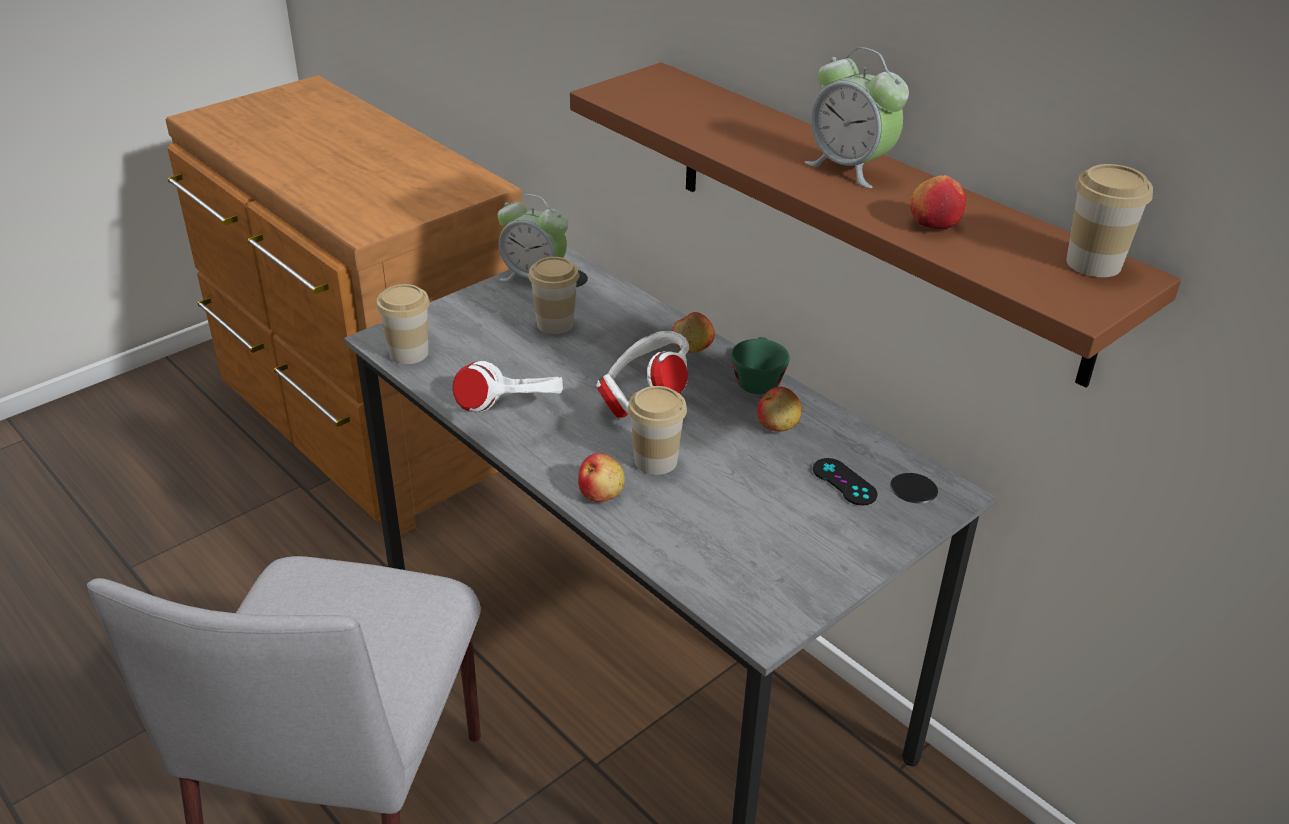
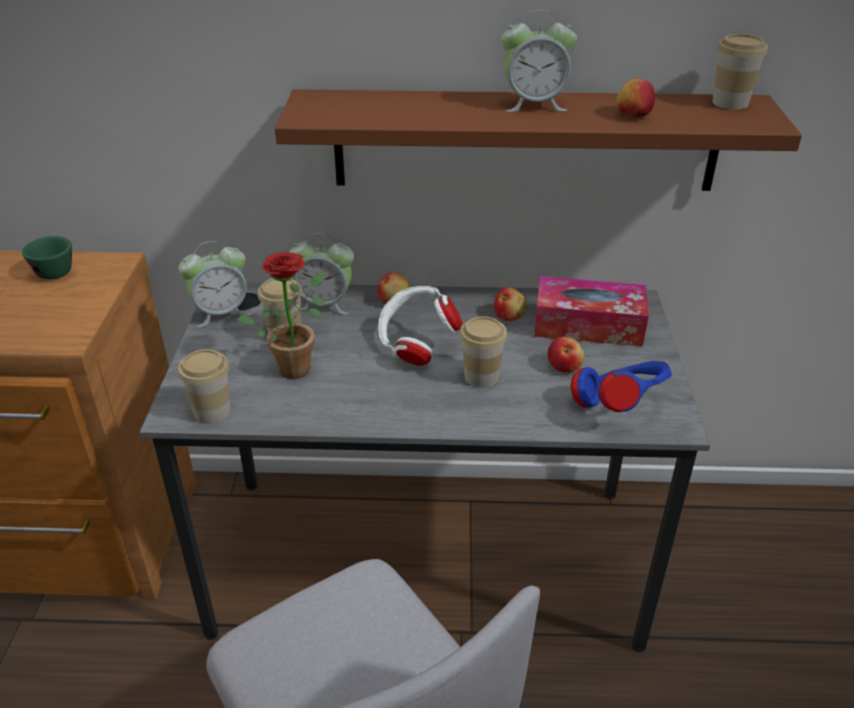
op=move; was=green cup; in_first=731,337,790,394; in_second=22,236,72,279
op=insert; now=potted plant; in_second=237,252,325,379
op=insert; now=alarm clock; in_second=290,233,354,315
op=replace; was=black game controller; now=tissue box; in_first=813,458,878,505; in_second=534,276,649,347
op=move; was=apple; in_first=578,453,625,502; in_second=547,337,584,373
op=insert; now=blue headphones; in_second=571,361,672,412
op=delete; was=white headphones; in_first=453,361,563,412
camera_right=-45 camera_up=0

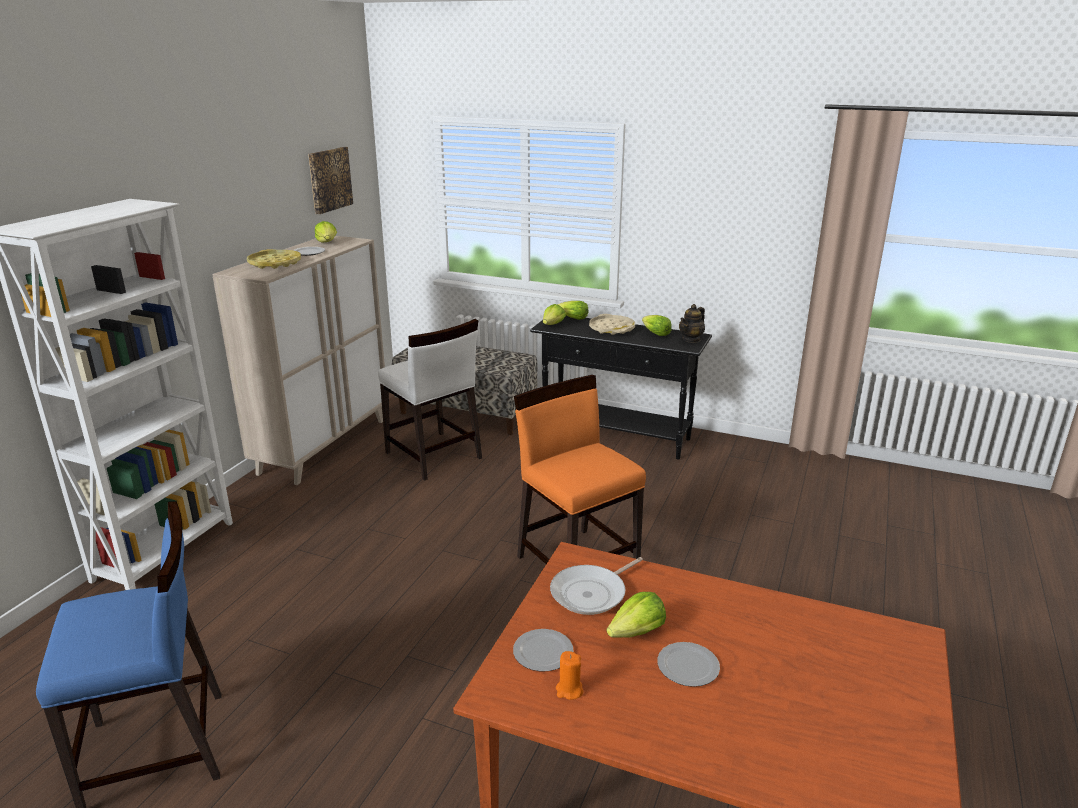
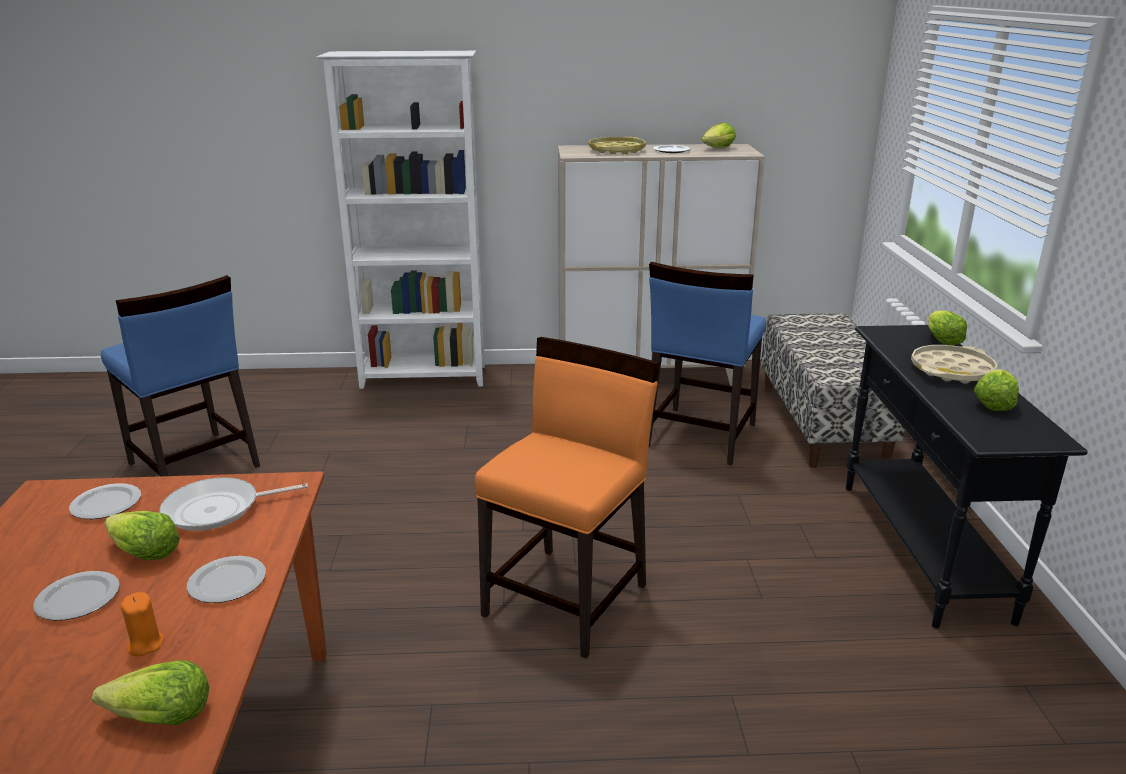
op=move; was=lettuce; in_first=543,304,566,325; in_second=92,660,209,725
op=move; was=orange candle; in_first=556,651,583,700; in_second=121,592,164,656
op=rotate; was=frying pan; in_first=550,557,643,615; in_second=160,477,308,531; clockwise=-45
op=insert; now=plate; in_second=187,556,266,603
op=recolor; was=white chair; now=blue chair; in_first=378,319,482,481; in_second=649,262,766,465
op=delete; was=picture; in_first=308,147,353,214
op=delete; was=teapot; in_first=679,304,705,343
camera_right=65 camera_up=0

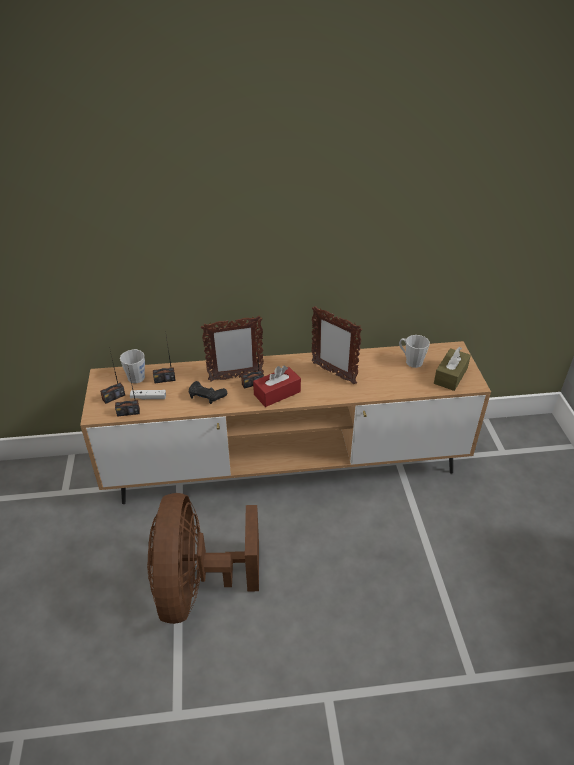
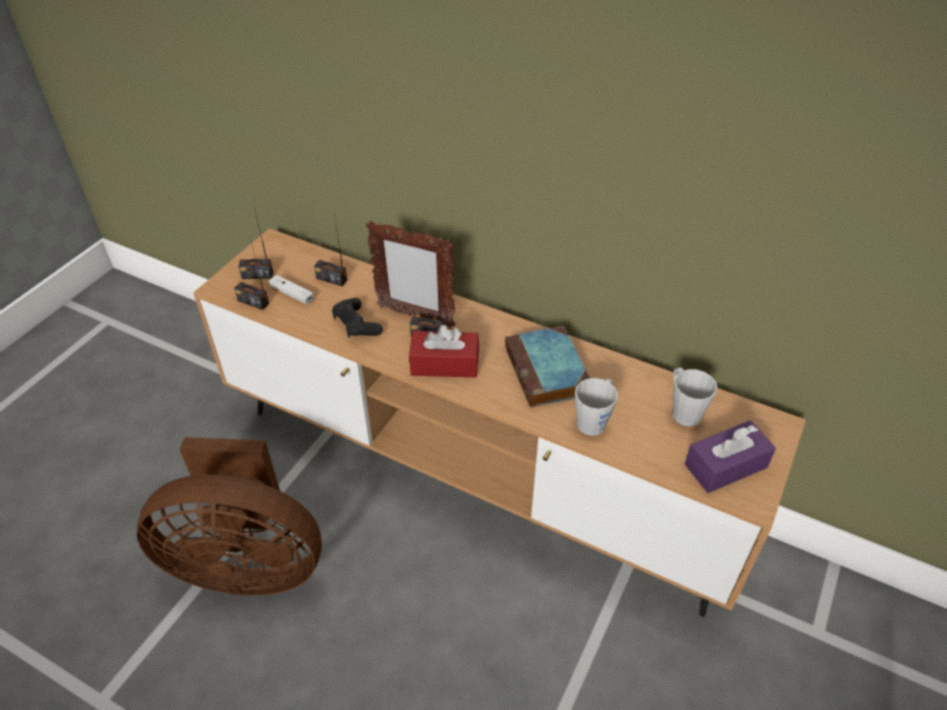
op=rotate; was=brown fan; in_first=147,493,259,624; in_second=137,437,322,596; clockwise=-120
op=replace; was=picture frame; now=book; in_first=312,306,362,385; in_second=505,326,590,407
op=move; was=grey mug; in_first=120,349,145,383; in_second=575,378,618,436
op=recolor; was=brown tissue box; now=purple tissue box; in_first=434,347,471,391; in_second=685,420,776,493
camera_right=35 camera_up=5

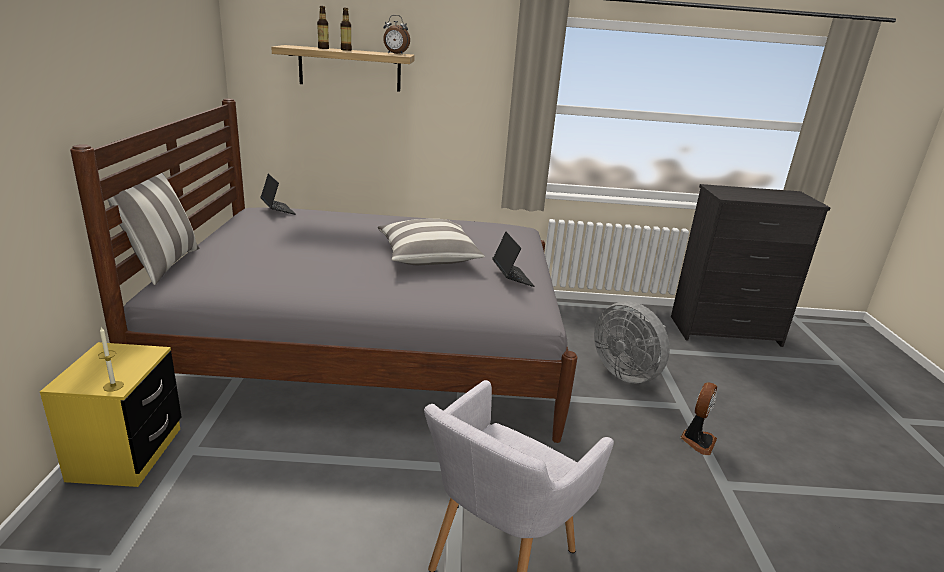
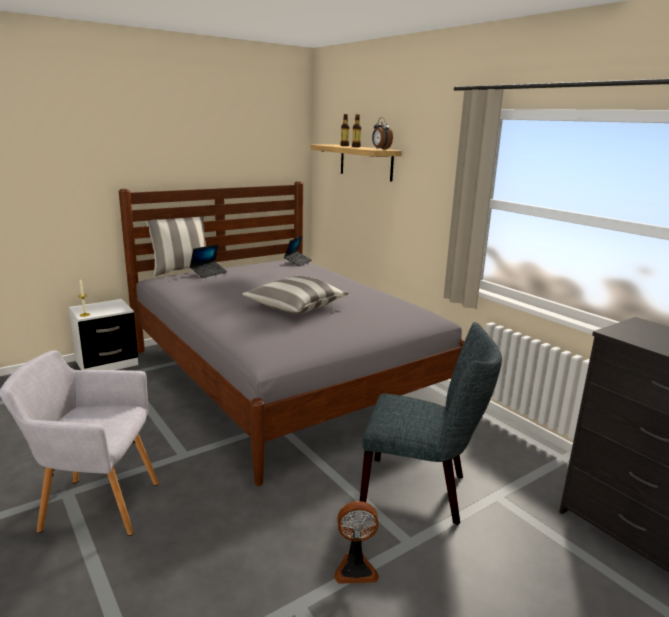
op=recolor; was=yellow nightstand; now=white nightstand; in_first=40,342,181,487; in_second=69,299,138,370
op=move; was=laptop; in_first=492,232,534,287; in_second=190,244,227,278
op=replace; was=grey fan; now=grey chair; in_first=594,301,670,383; in_second=360,322,502,525
camera_right=55 camera_up=-5

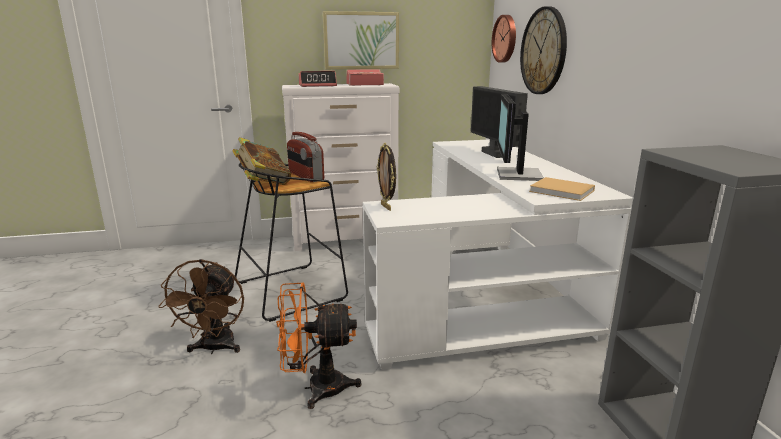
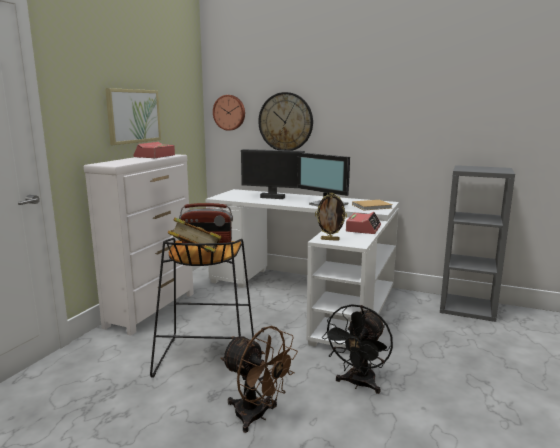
op=recolor; was=orange fan; now=black fan; in_first=276,282,361,409; in_second=322,304,393,394
op=move; was=alarm clock; in_first=299,71,337,87; in_second=346,212,381,234
camera_right=-55 camera_up=-5

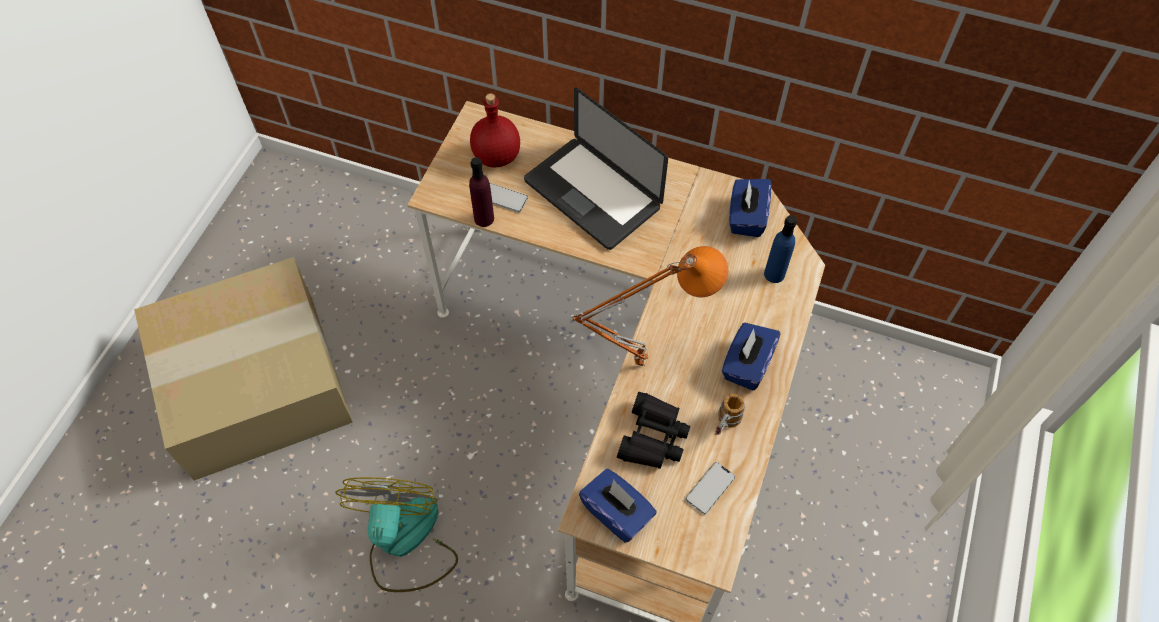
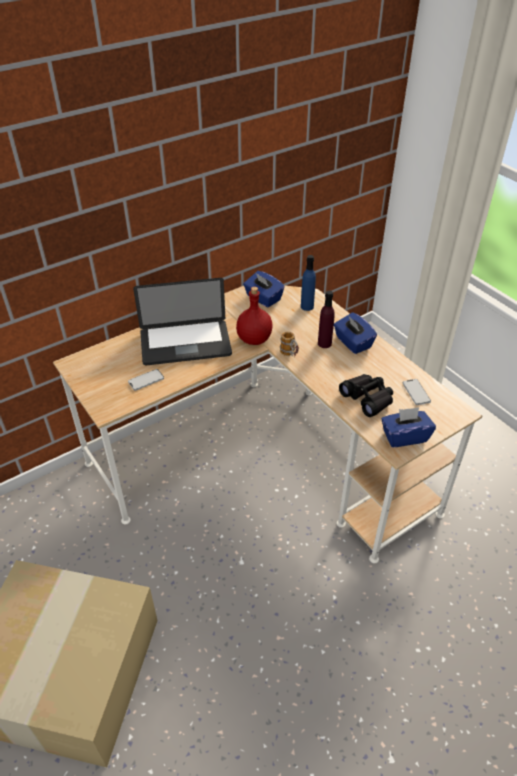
op=move; was=red bottle; in_first=470,93,520,167; in_second=236,287,272,345
op=move; was=mug; in_first=715,394,745,435; in_second=280,331,299,357
op=move; was=purple bottle; in_first=469,157,494,227; in_second=318,291,335,348
op=delete; was=fan; in_first=335,477,458,592
op=delete; was=orange table lamp; in_first=572,246,728,366
camera_right=-55 camera_up=-15

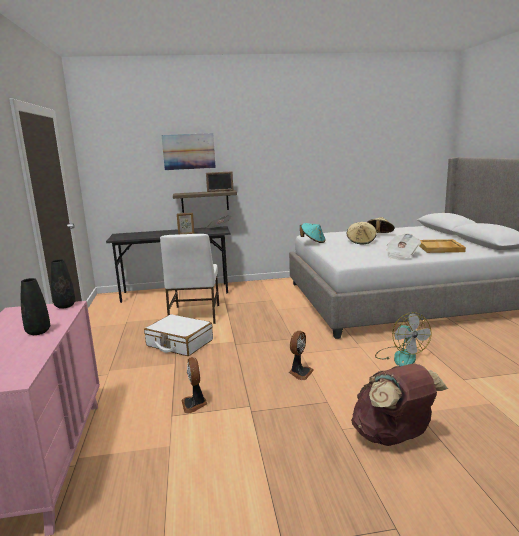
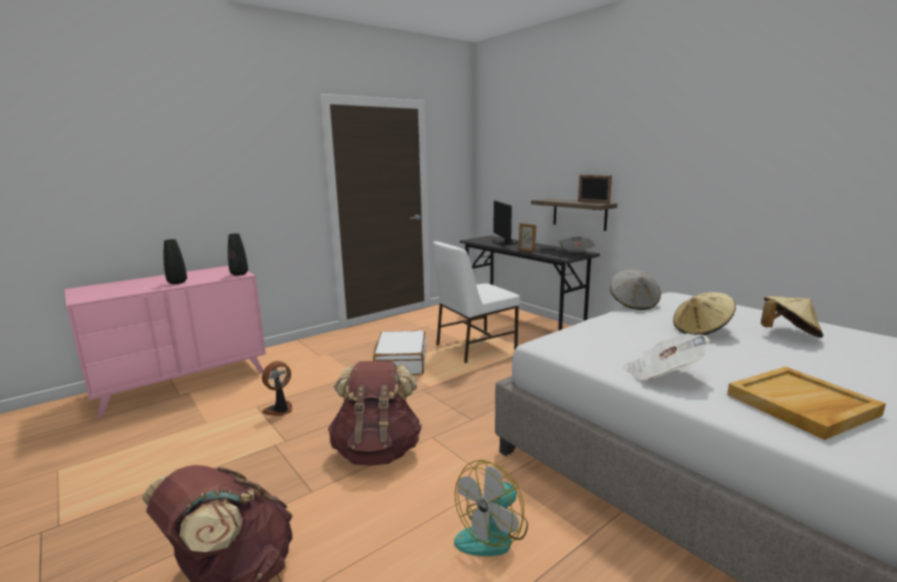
op=replace; was=fan; now=brown backpack; in_first=289,331,314,380; in_second=328,361,422,466
op=insert; now=monitor; in_second=494,200,519,245
op=recolor; was=turquoise hat; now=grey hat; in_first=300,223,325,243; in_second=610,270,661,310
op=delete; was=picture; in_first=162,133,216,170
camera_right=60 camera_up=0

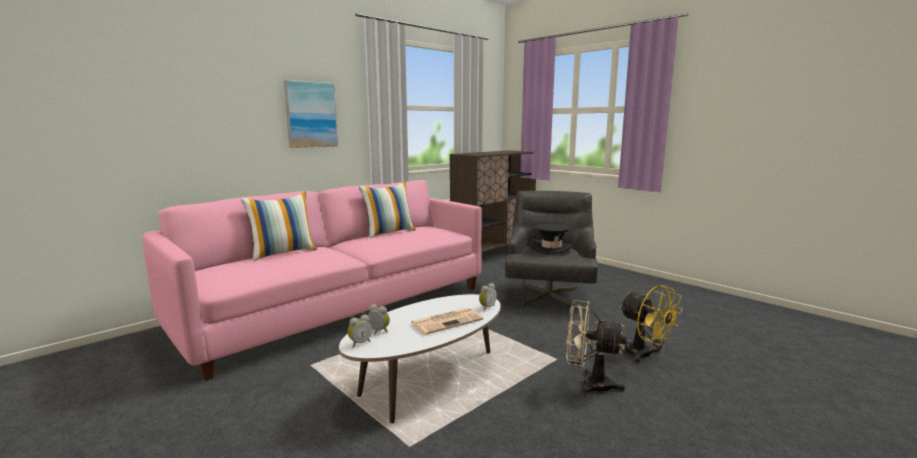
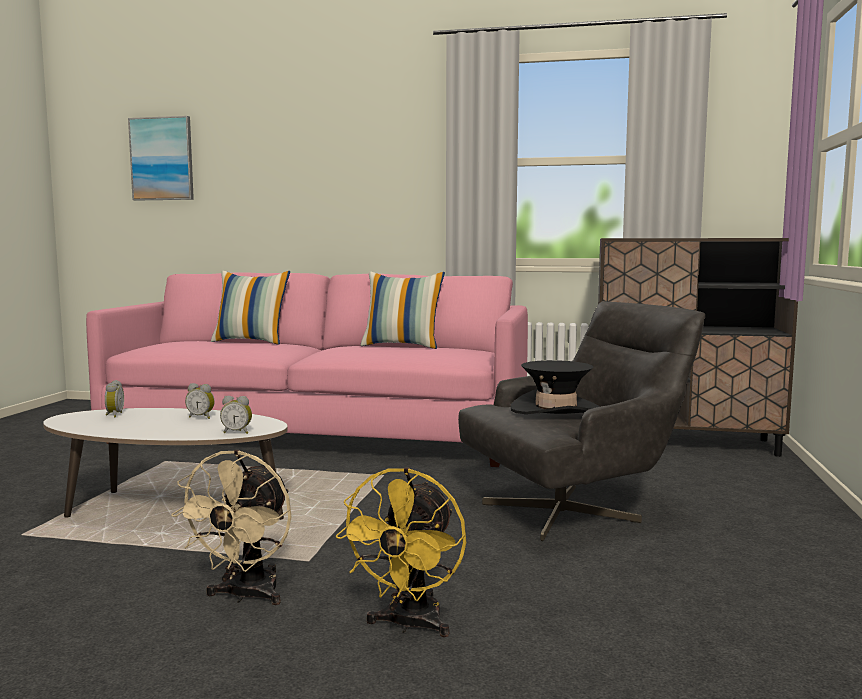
op=move; was=picture; in_first=284,80,338,148; in_second=128,116,194,200
op=rotate; was=beige fan; in_first=566,300,627,396; in_second=171,450,292,605; clockwise=-150
op=move; was=alarm clock; in_first=348,315,372,348; in_second=185,383,215,419
op=delete; was=newspaper; in_first=411,308,483,335
camera_right=55 camera_up=-5

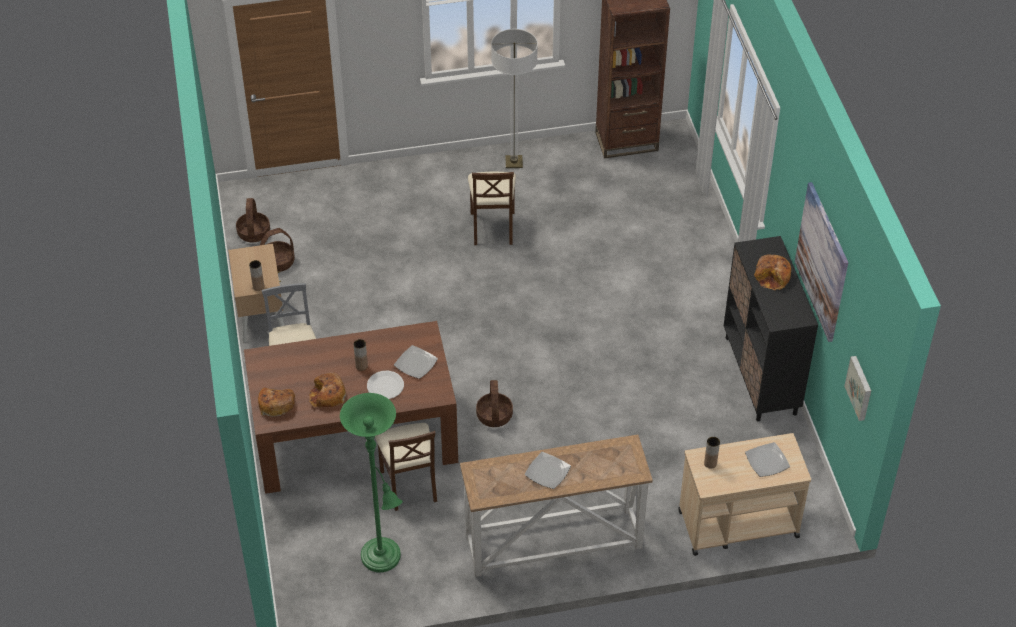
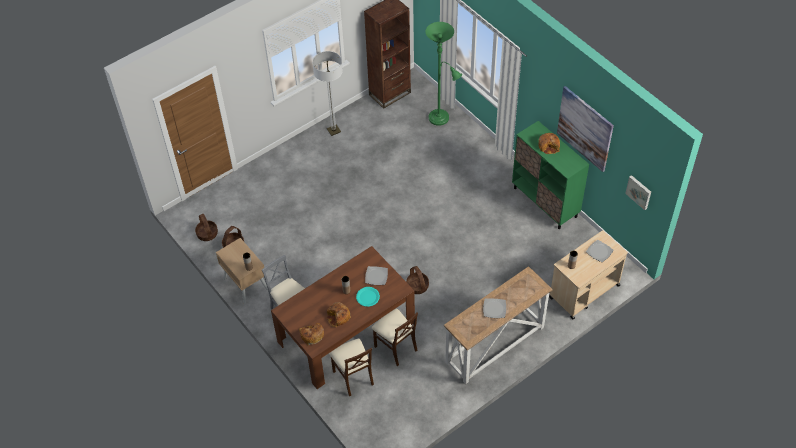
op=move; was=beige chair; in_first=468,172,516,245; in_second=329,339,374,396
op=recolor; was=white plate; now=turquoise plate; in_first=367,371,404,399; in_second=356,287,380,307
op=move; was=green floor lamp; in_first=340,393,403,572; in_second=425,22,462,126
op=recolor; was=black cabinet; now=green cabinet; in_first=724,236,818,421; in_second=512,121,589,229
camera_right=-25 camera_up=5

